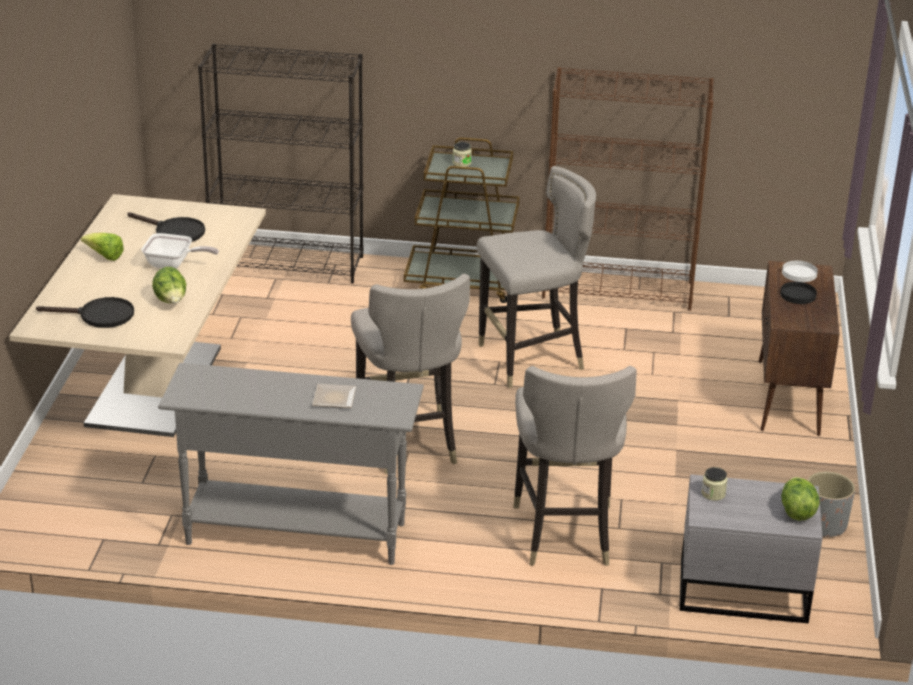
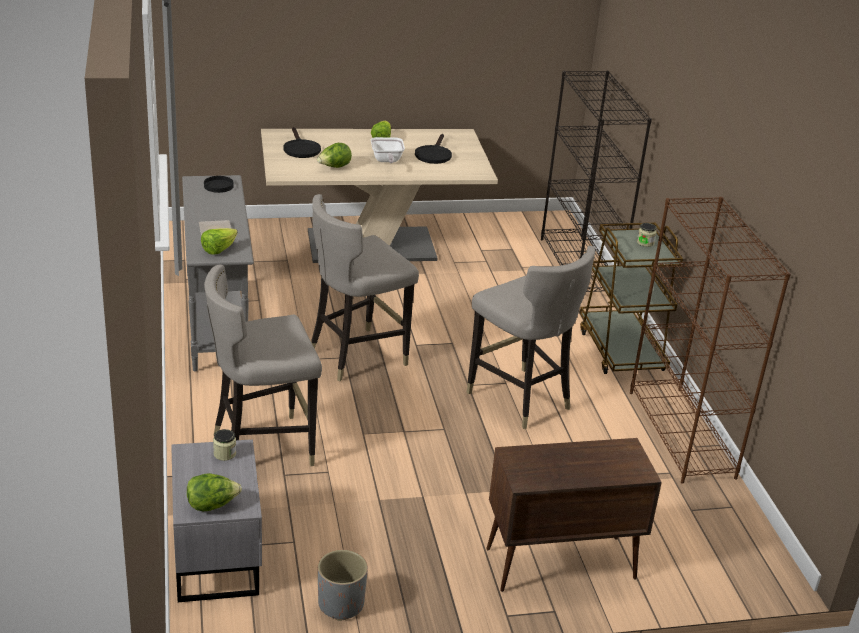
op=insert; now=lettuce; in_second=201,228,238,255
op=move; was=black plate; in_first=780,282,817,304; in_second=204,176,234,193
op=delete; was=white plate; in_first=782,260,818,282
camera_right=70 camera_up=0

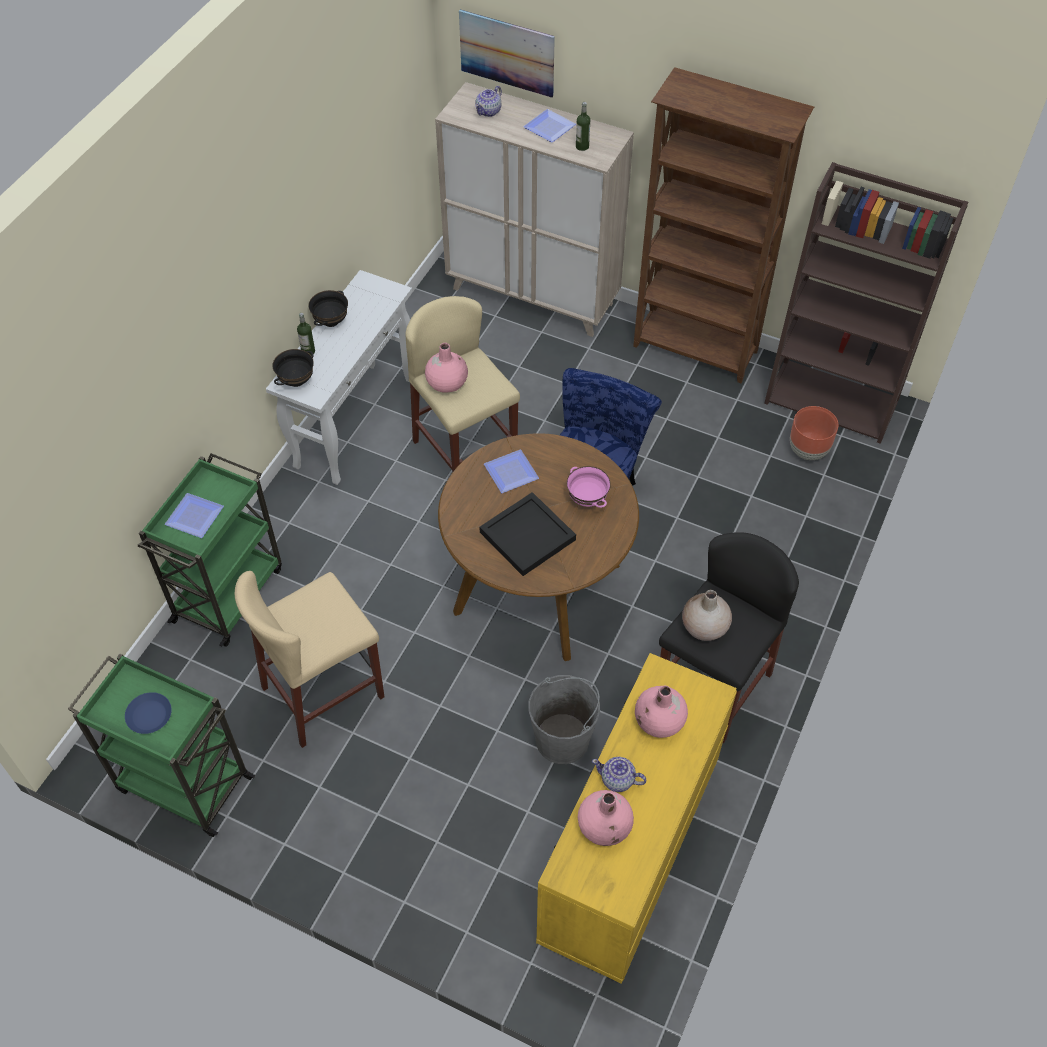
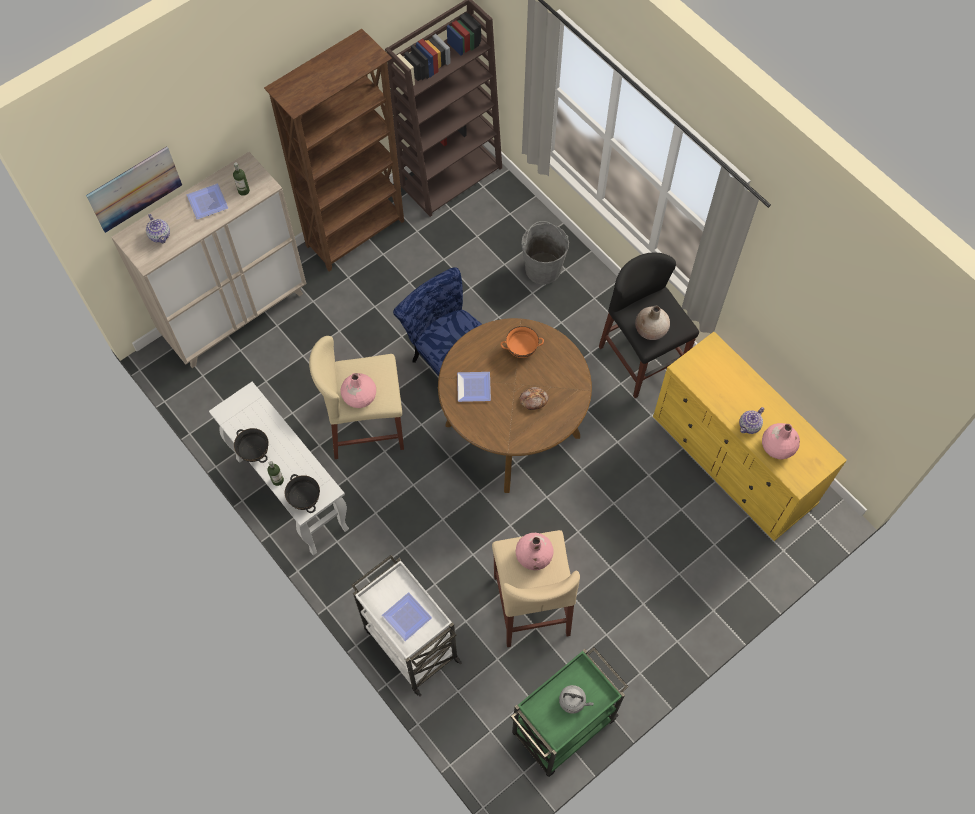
op=recolor; was=green cart; now=white cart; in_first=138,453,282,647; in_second=351,555,462,697
op=recolor; was=pink bowl; now=orange bowl; in_first=567,466,611,508; in_second=501,326,544,358
op=move; was=pink vase; in_first=635,686,688,738; in_second=516,533,553,570
op=replace; was=black tray; now=bread; in_first=479,492,576,576; in_second=520,387,549,410
op=move; was=grey bucket; in_first=528,675,600,764; in_second=521,221,569,285
op=replace; was=blue plate; now=grey kettle; in_first=125,692,172,734; in_second=559,685,593,714
op=delete; was=brown planter; in_first=790,406,838,460
camera_right=-65 camera_up=10

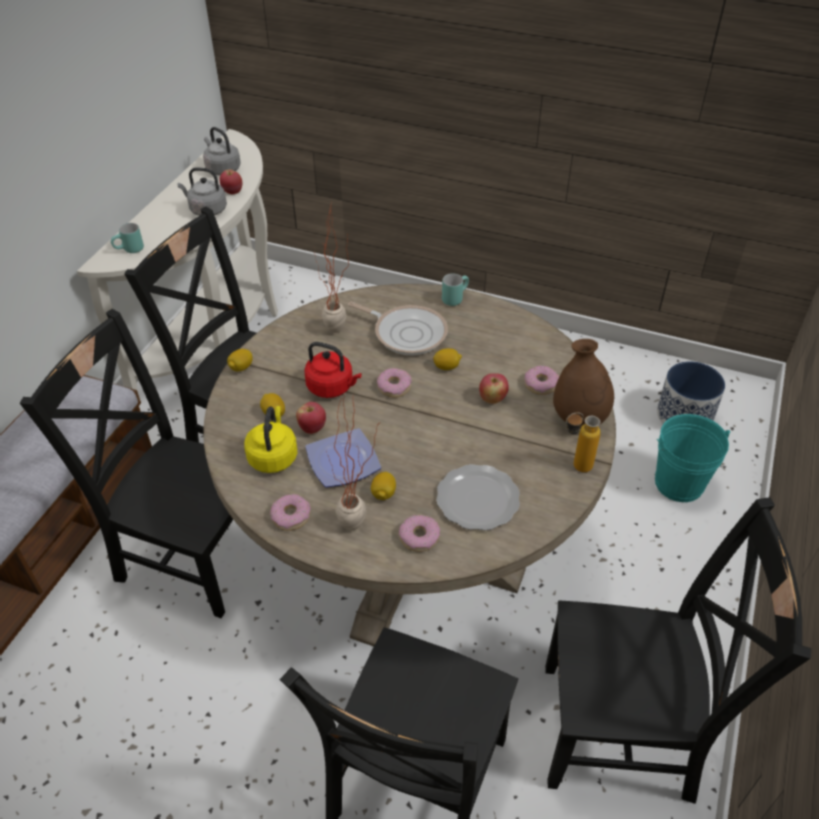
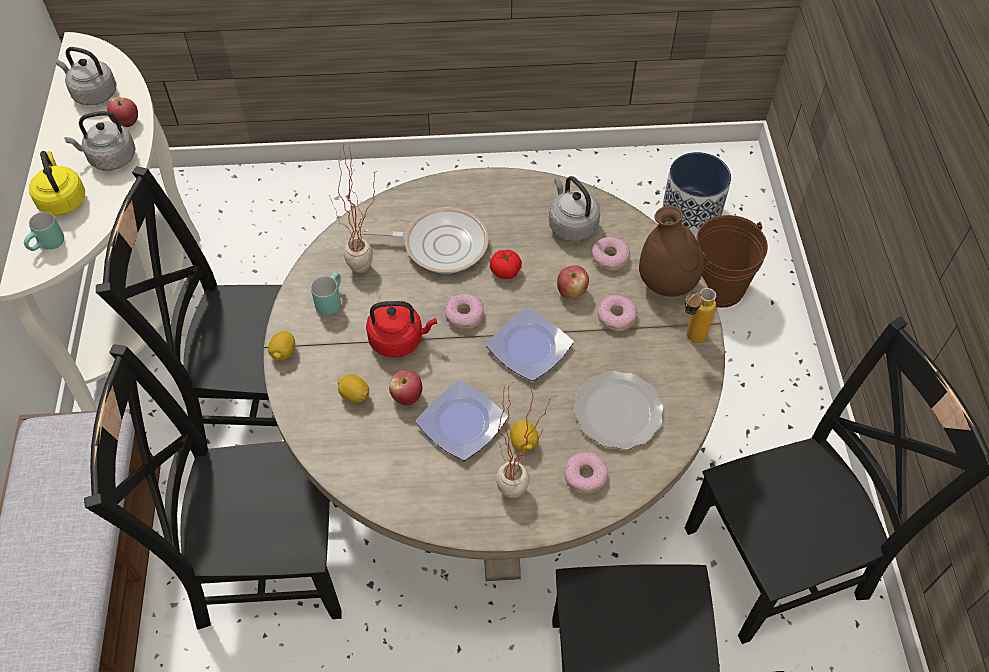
op=move; was=yellow kettle; in_first=244,406,297,473; in_second=29,151,85,216
op=move; was=turquoise mug; in_first=442,273,469,306; in_second=311,272,341,315
op=insert; now=plate; in_second=486,307,574,381
op=replace; was=lemon; now=tomato; in_first=433,348,462,370; in_second=490,250,522,279
op=insert; now=grey kettle; in_second=549,176,600,242
op=move; was=donut; in_first=270,494,311,531; in_second=598,295,637,332
op=recolor; was=turquoise bucket; now=brown bucket; in_first=655,414,730,502; in_second=697,215,768,308
camera_right=-25 camera_up=10

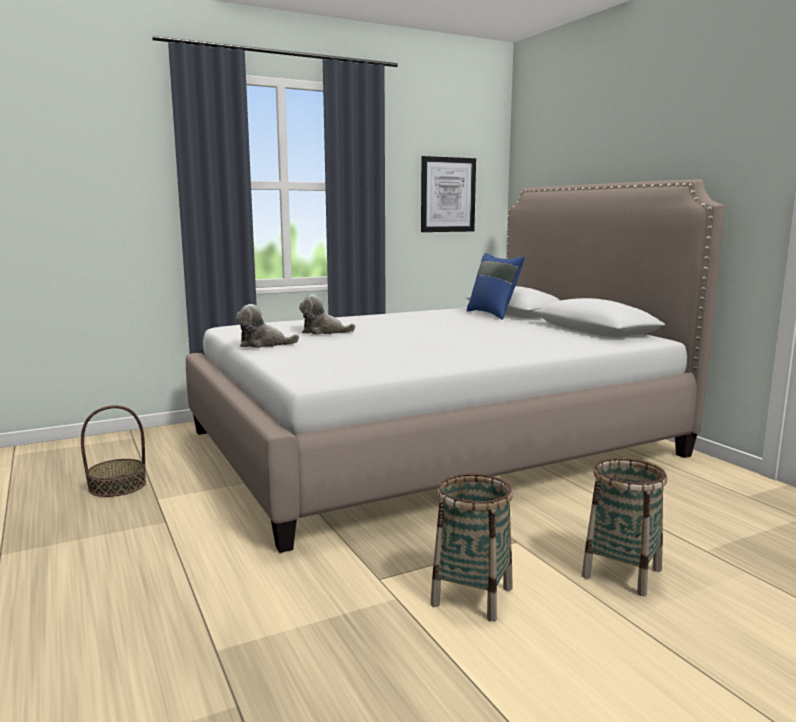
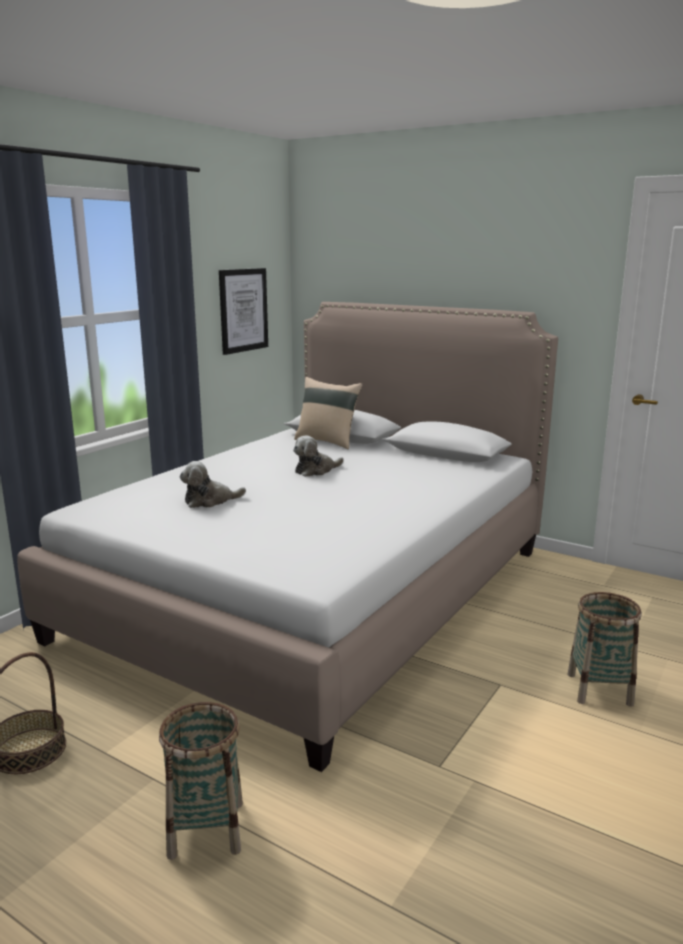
op=move; was=basket; in_first=430,473,513,621; in_second=159,702,243,860
op=move; was=plush toy; in_first=235,304,299,348; in_second=293,435,344,477
op=recolor; was=blue pillow; now=beige pillow; in_first=467,253,524,320; in_second=294,377,362,449
camera_right=-30 camera_up=5

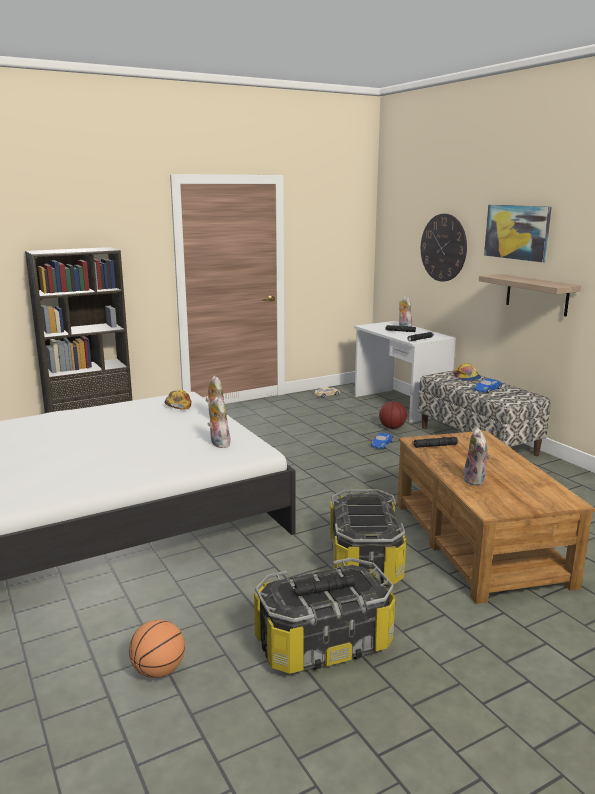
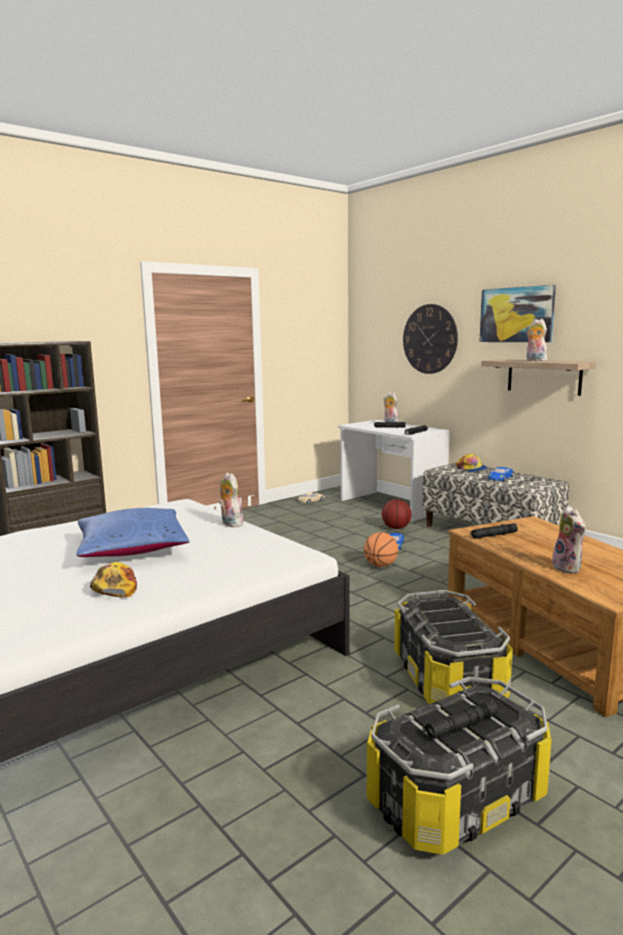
op=insert; now=blue pillow; in_second=76,508,190,557
op=move; was=cap; in_first=164,390,192,410; in_second=90,562,137,597
op=move; was=basketball; in_first=129,620,185,678; in_second=363,532,398,567
op=move; was=plush toy; in_first=208,397,230,448; in_second=525,319,547,361
camera_right=-10 camera_up=-5

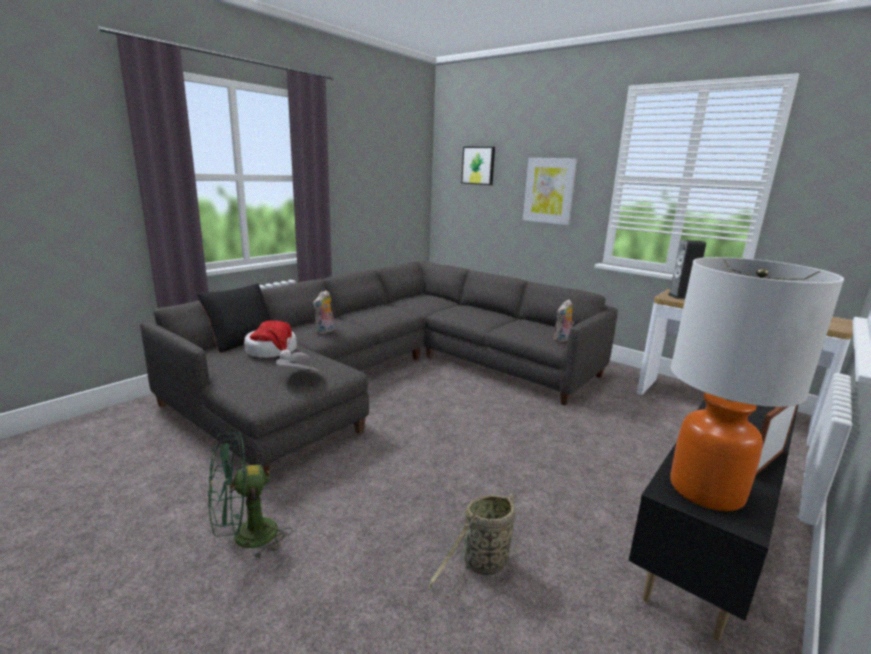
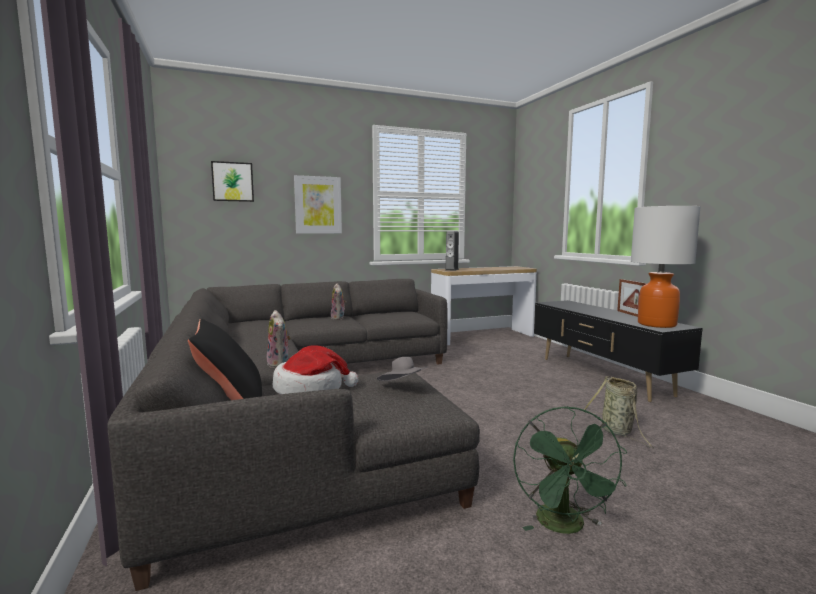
op=move; was=plush toy; in_first=553,299,574,342; in_second=331,283,346,320
camera_right=-60 camera_up=-10

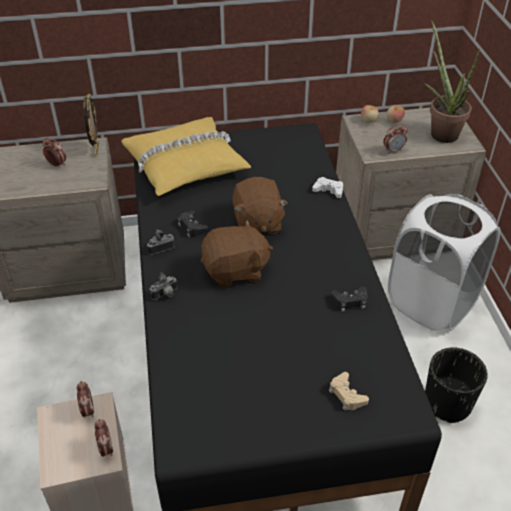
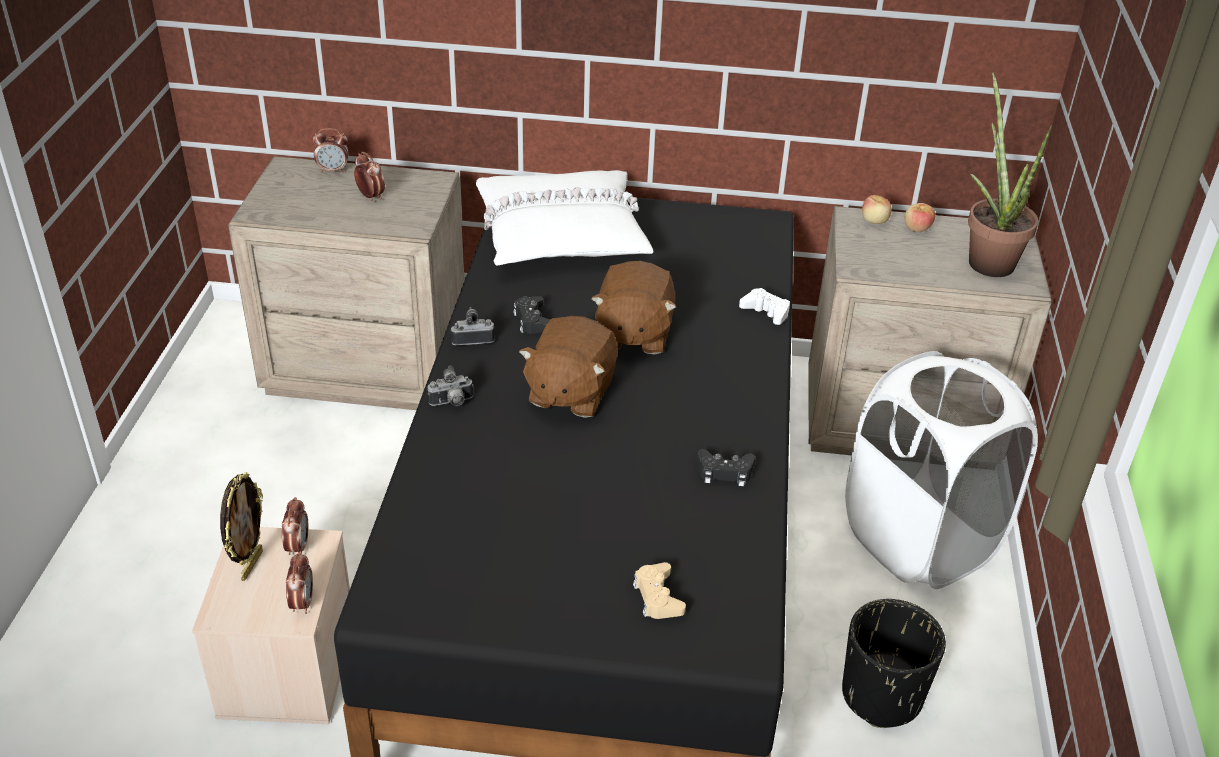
op=move; was=picture frame; in_first=83,94,99,156; in_second=220,472,263,581
op=move; was=alarm clock; in_first=383,124,408,154; in_second=313,128,348,173
op=recolor; was=yellow pillow; now=white pillow; in_first=121,117,251,196; in_second=476,170,654,265
op=rotate; was=brown plush toy; in_first=201,220,273,287; in_second=519,316,618,418; clockwise=105
camera_right=15 camera_up=-5

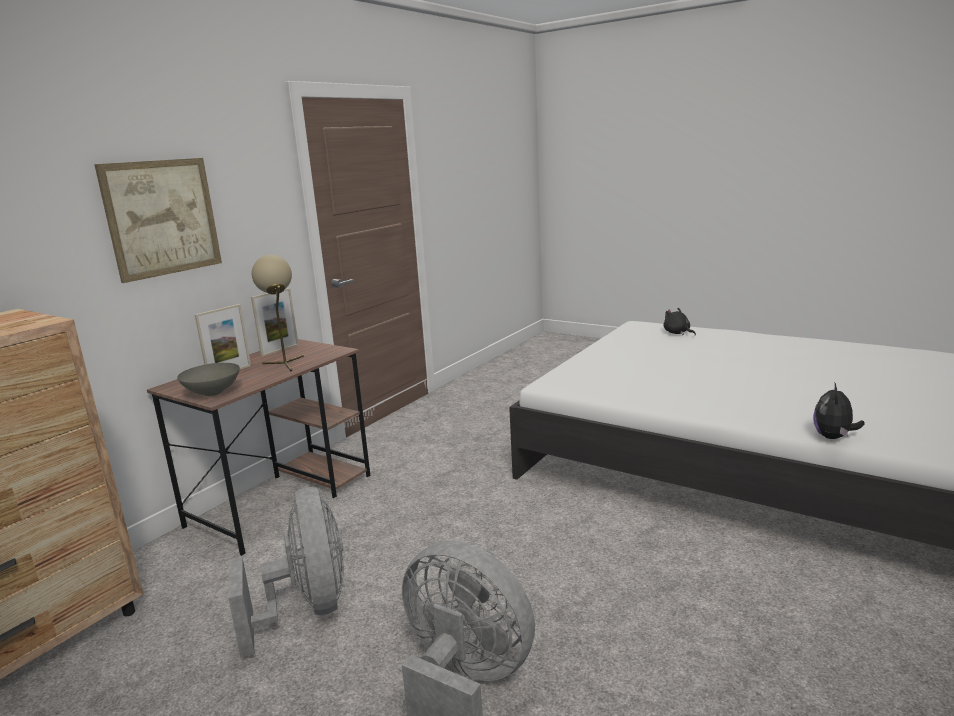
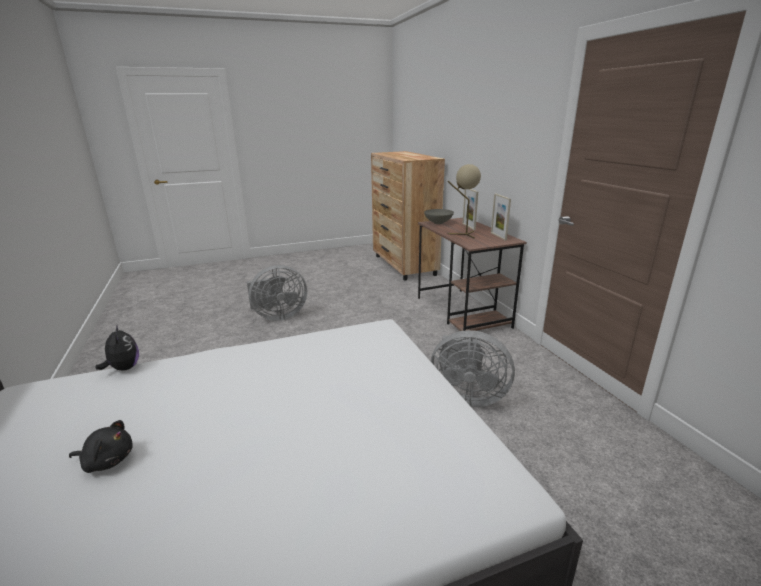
op=move; was=black plush toy; in_first=664,308,696,335; in_second=69,420,133,473
op=move; was=grey fan; in_first=228,487,344,658; in_second=431,330,515,407
op=delete; was=picture; in_first=94,158,222,283
camera_right=125 camera_up=5

